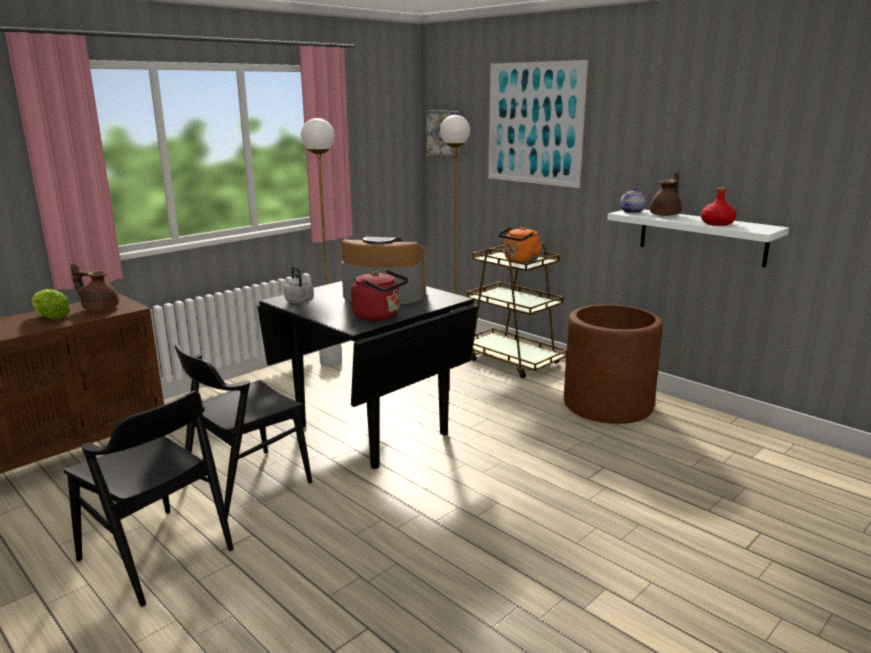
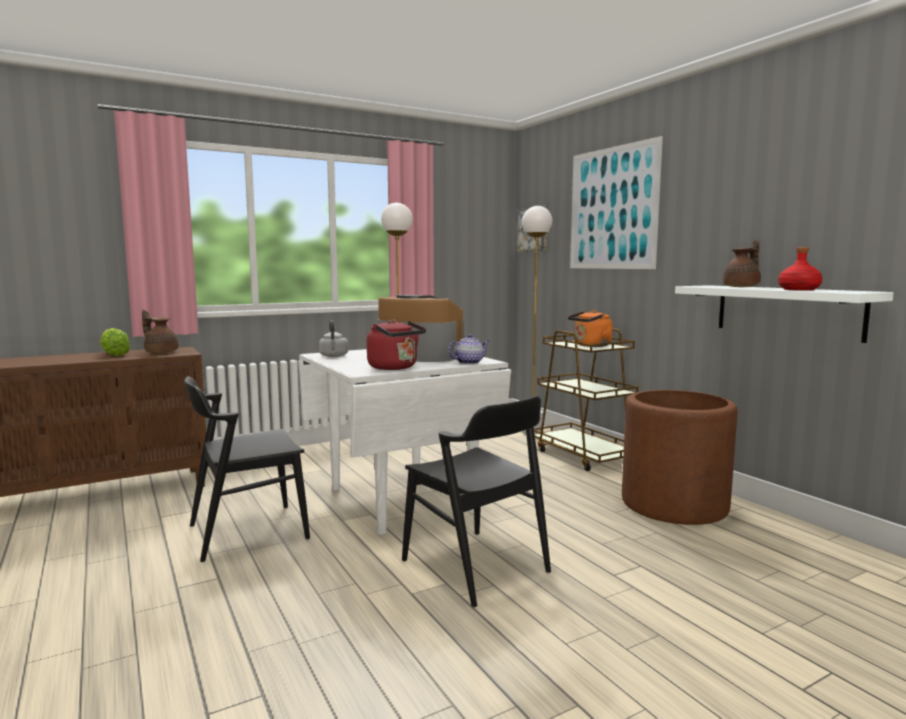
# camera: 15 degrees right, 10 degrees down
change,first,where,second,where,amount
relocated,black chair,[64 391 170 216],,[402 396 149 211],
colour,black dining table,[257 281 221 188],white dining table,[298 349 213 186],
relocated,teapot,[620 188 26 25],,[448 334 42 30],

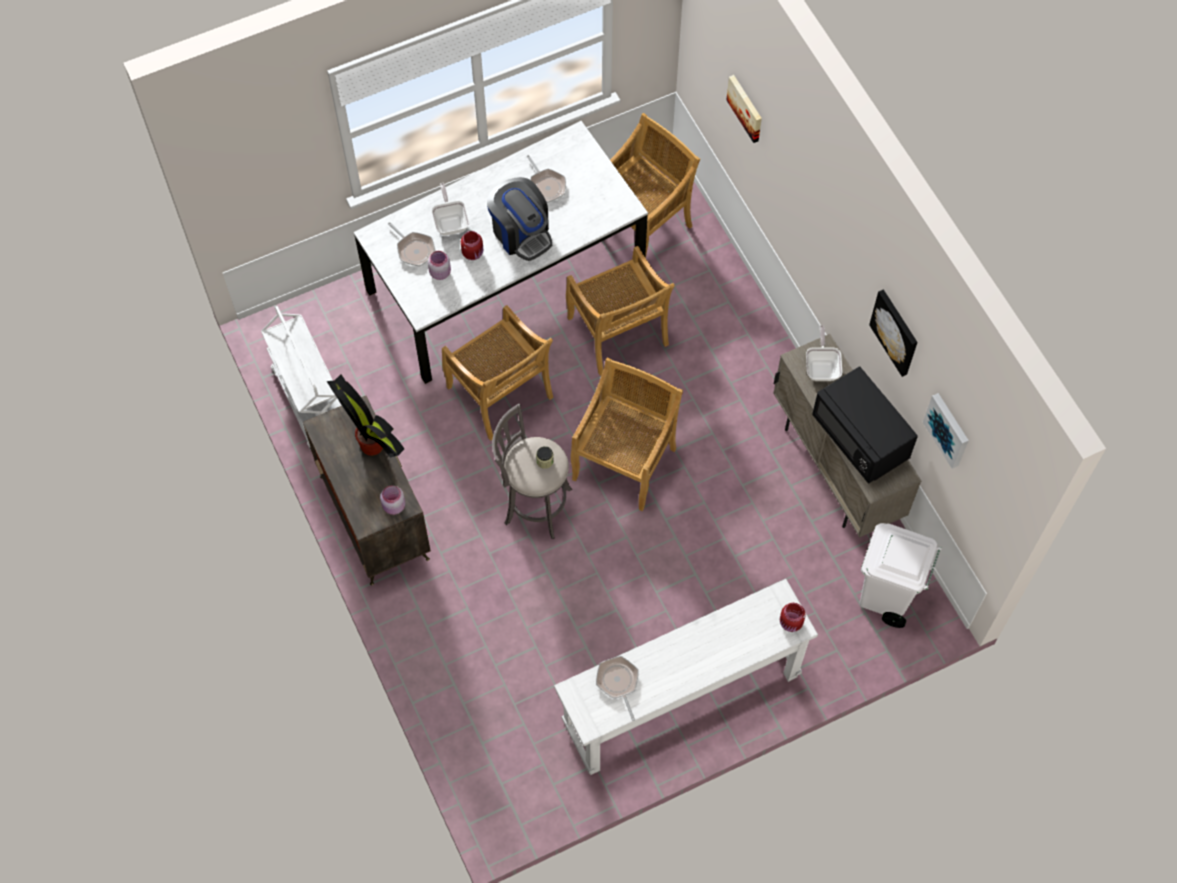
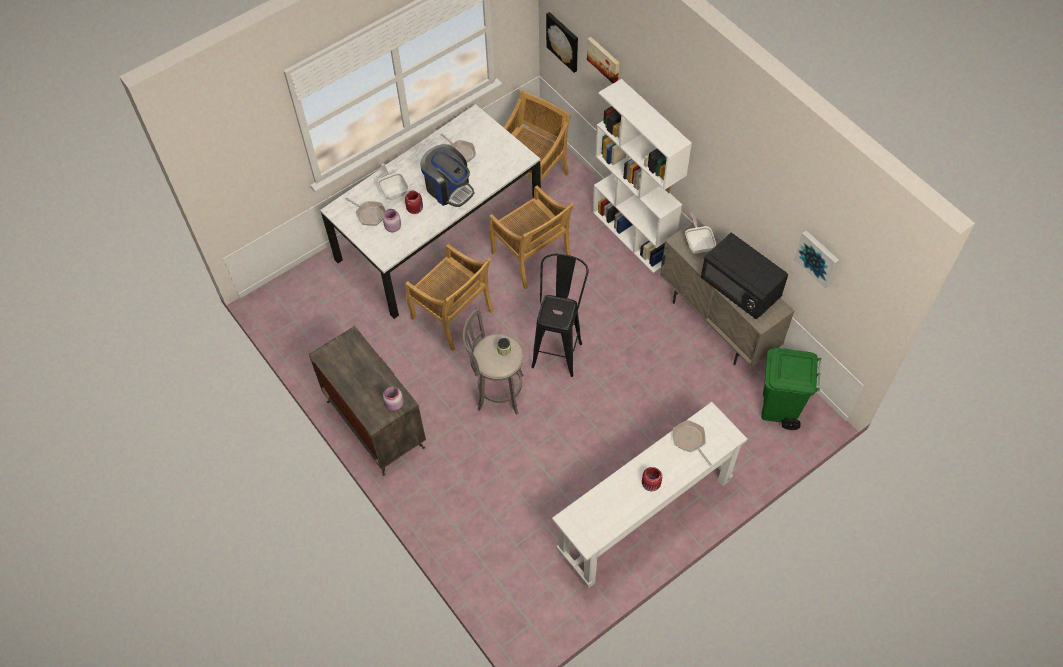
# camera: 10 degrees left, 5 degrees down
change,first,where,second,where,amount
missing,white cart,[261 306 80 144],,,
missing,potted plant,[326 375 78 83],,,
exchanged,beige chair,[571 357 112 154],black stool,[531 254 58 123],
relocated,frying pan,[596 656 43 65],,[673 420 39 46],
relocated,red jar,[780 603 26 29],,[642 467 20 24],
colour,white trash can,[860 523 82 105],green trash can,[761 348 60 82],
relocated,picture,[869 289 48 88],,[546 12 32 61],
appeared,,,white bookcase,[593 79 99 194],

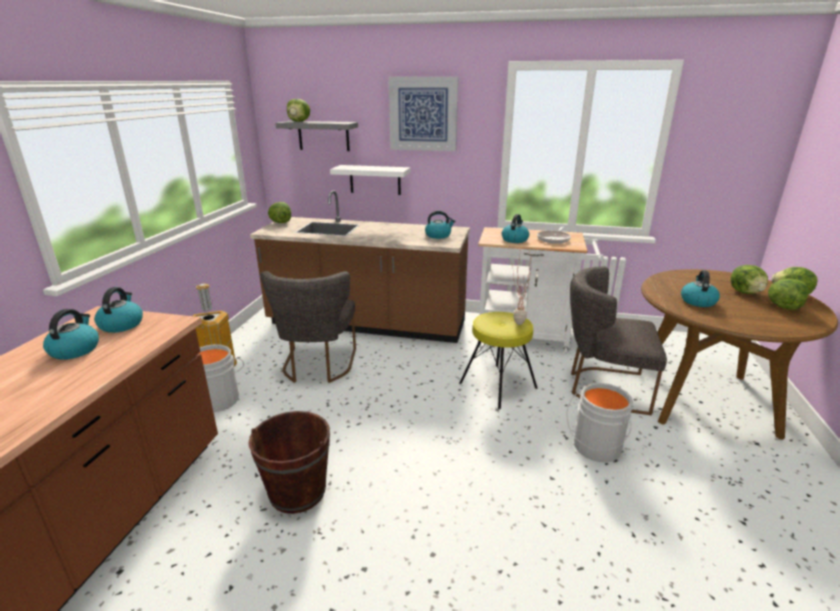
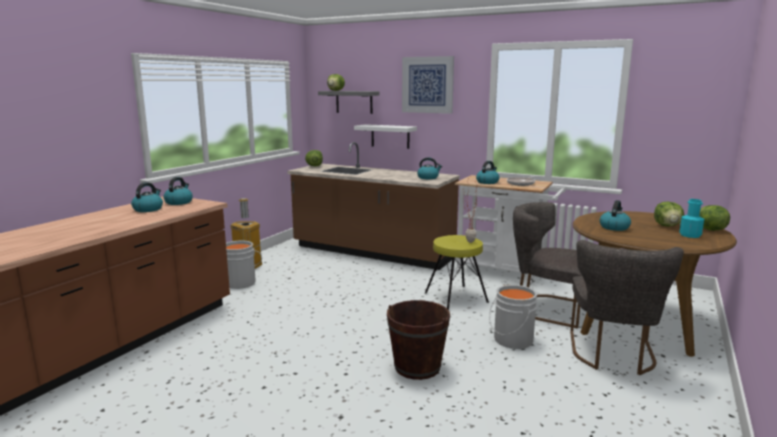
# camera: 15 degrees right, 10 degrees down
change,first,where,second,where,amount
relocated,brown bucket,[248 411 82 103],,[387 300 63 80],
relocated,grey chair,[260 271 96 112],,[570 240 114 135],
exchanged,lettuce,[768 278 41 32],turquoise bottle,[679 199 25 39],

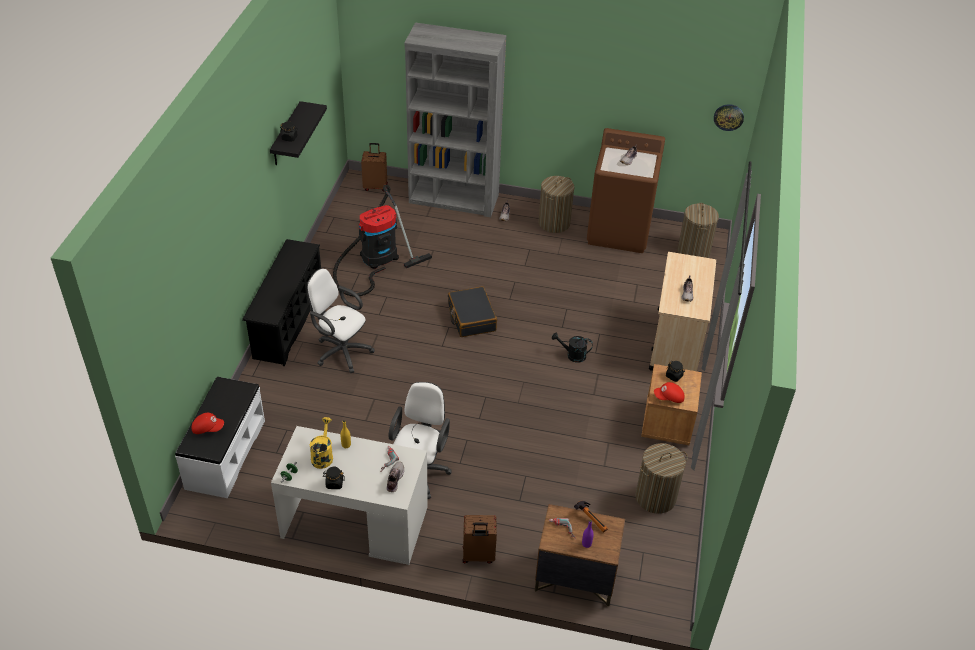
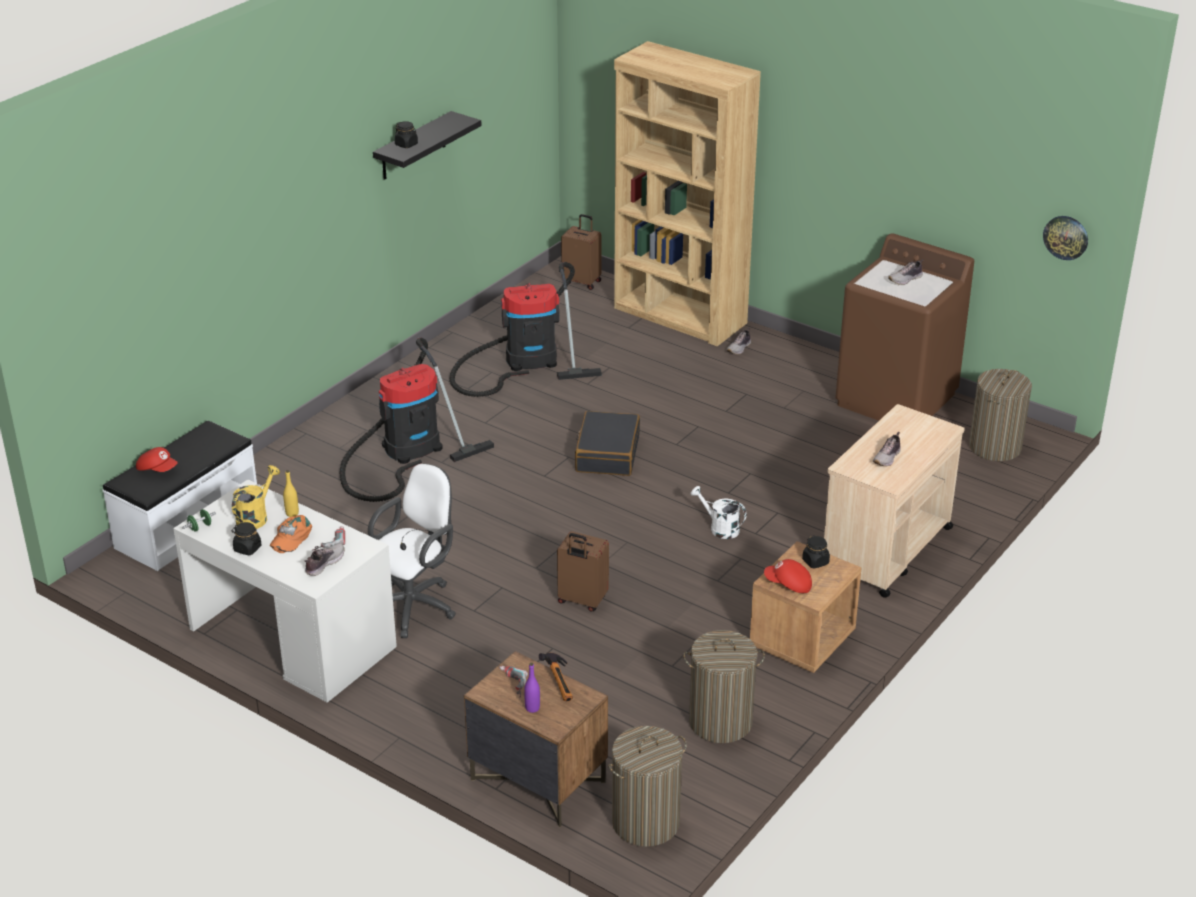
# camera: 25 degrees right, 10 degrees down
change,first,where,second,where,amount
missing,black shoe rack,[242 239 79 127],,,
exchanged,white office chair,[307 268 68 105],vacuum cleaner,[339 338 155 164],
colour,grey bookcase,[405 22 101 195],brown bookcase,[614 41 147 306],
relocated,brown suitcase,[462 515 35 49],,[557 531 52 81],
relocated,laundry basket,[538 176 37 57],,[608 726 79 121],
colour,black watering can,[552 333 41 30],white watering can,[691 486 56 53],
appeared,,,orange cap,[270 515 42 38],

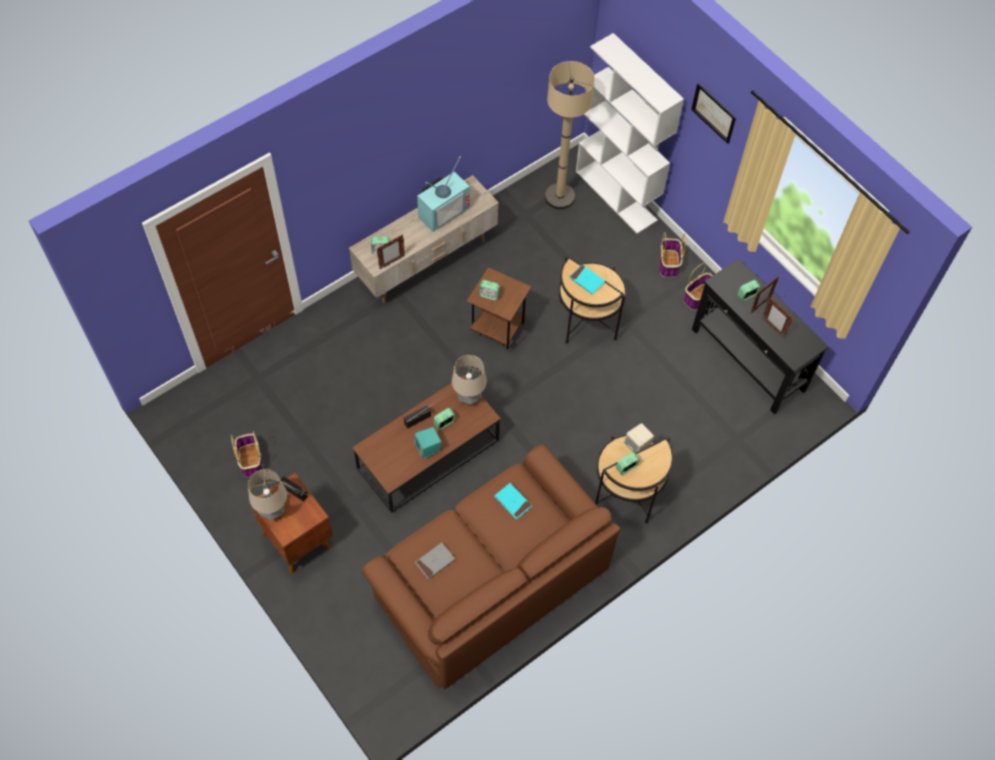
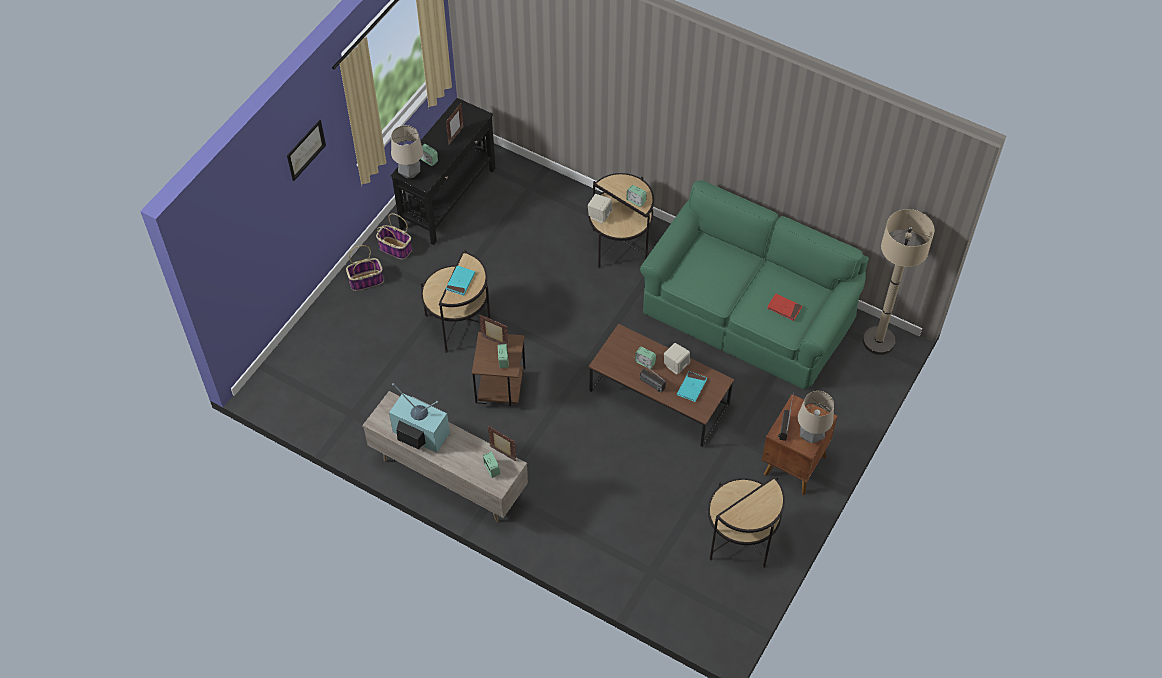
# camera: 110 degrees left, 5 degrees down
change,first,where,second,where,amount
exchanged,basket,[231 431 31 46],side table,[708 476 77 92],
colour,brown sofa,[362 444 258 245],green sofa,[640 180 229 210],
colour,turquoise speaker,[414 427 27 31],beige speaker,[664 343 26 32],
colour,grey book,[415 543 40 37],red book,[767 293 35 28],
relocated,table lamp,[452 355 35 50],,[391 125 32 53],
relocated,turquoise book,[494 483 38 37],,[677 371 30 31],
relocated,beige floor lamp,[545 61 50 149],,[863 209 71 146],
missing,white bookcase,[576 33 108 201],,,
relocated,picture frame,[750 276 29 37],,[479 314 29 33],

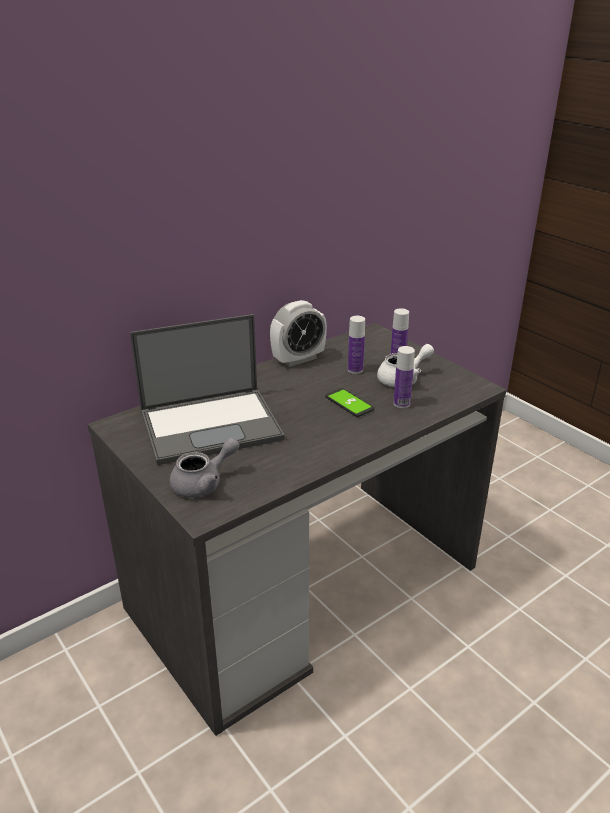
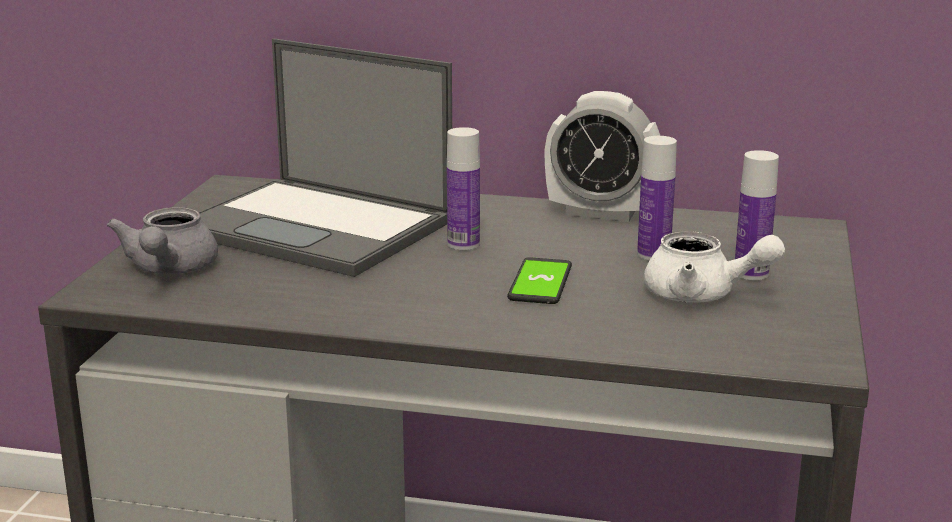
# camera: 50 degrees right, 10 degrees down
change,first,where,second,where,amount
spun,grey teapot,[169 438 71 60],,[107 207 111 67],75 degrees clockwise
relocated,bottle,[393 346 22 62],,[447 127 33 123],

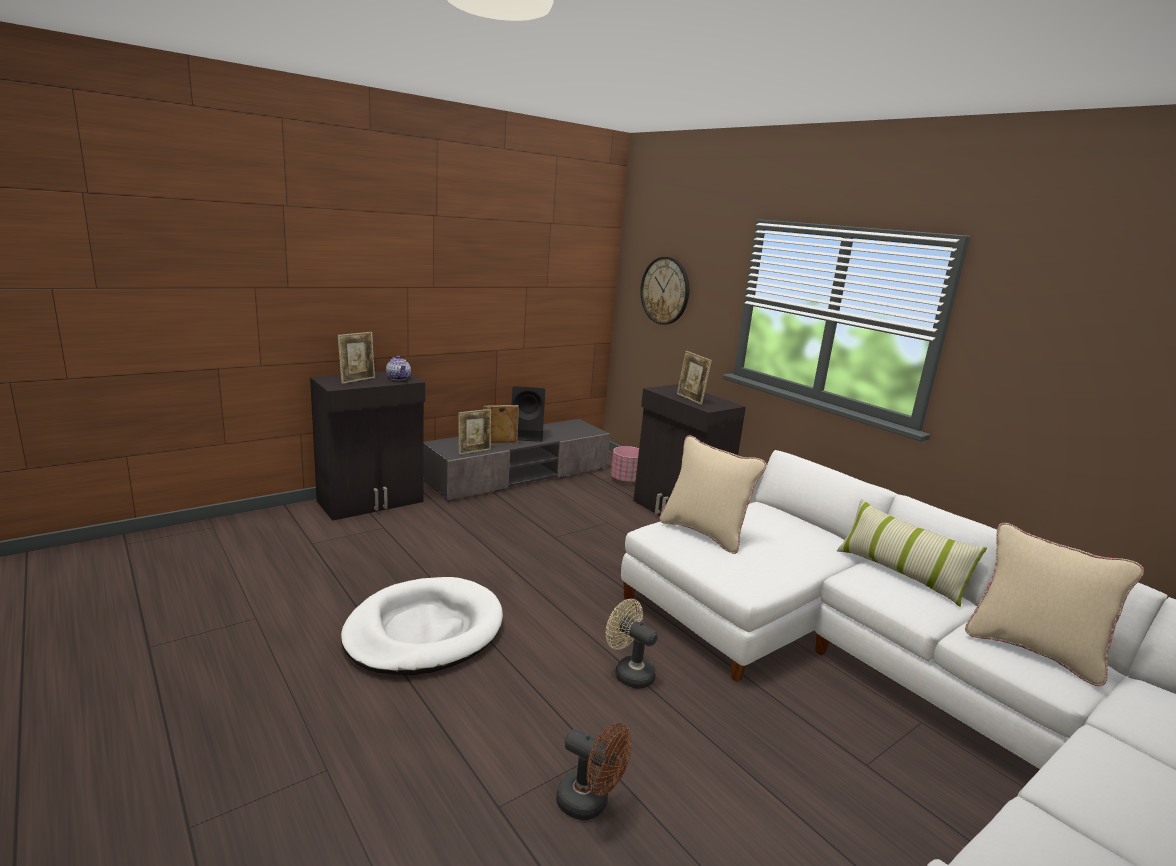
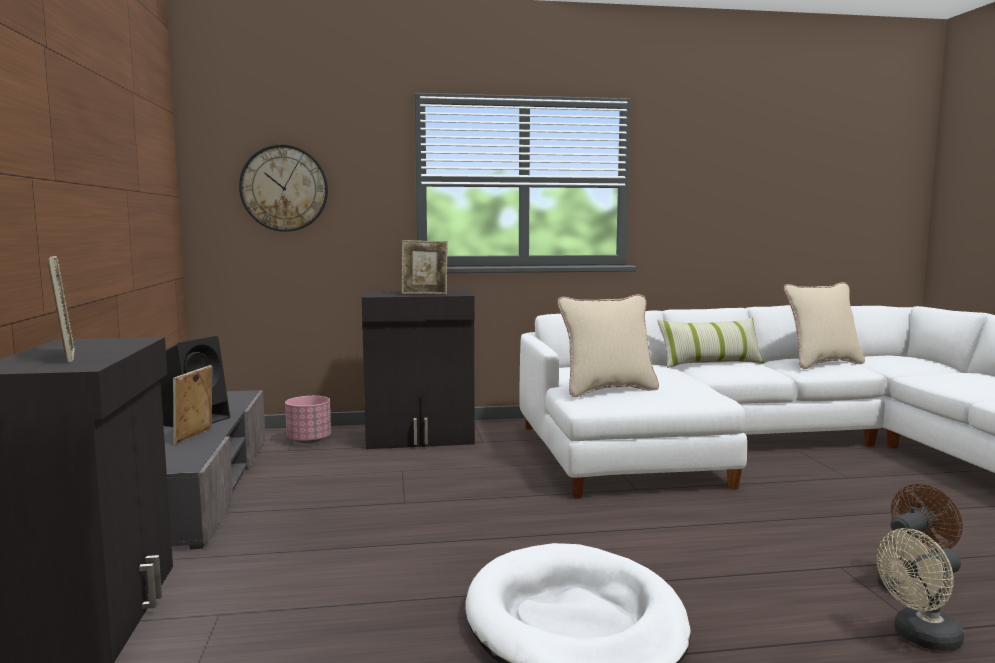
# camera: 60 degrees left, 10 degrees down
change,first,where,second,where,amount
missing,teapot,[386 356 25 25],,,
missing,picture frame,[458 409 33 46],,,
relocated,beige fan,[605 599 53 90],,[877 528 87 123],

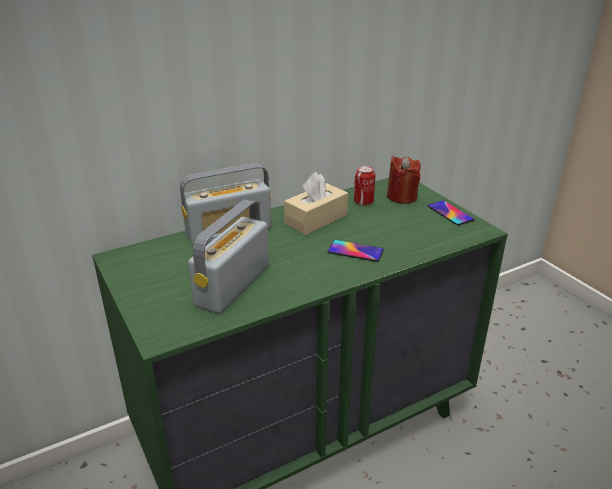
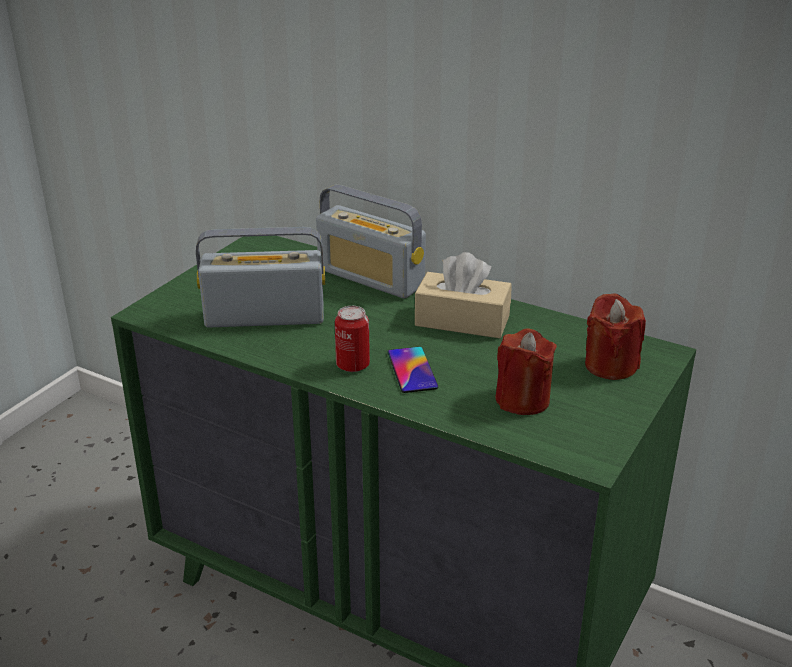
# camera: 60 degrees right, 0 degrees up
change,first,where,second,where,amount
relocated,can,[354 165 21 41],,[335 306 35 66],
missing,phone,[427 200 48 25],,,
appeared,,,red candle,[495 328 62 87],

